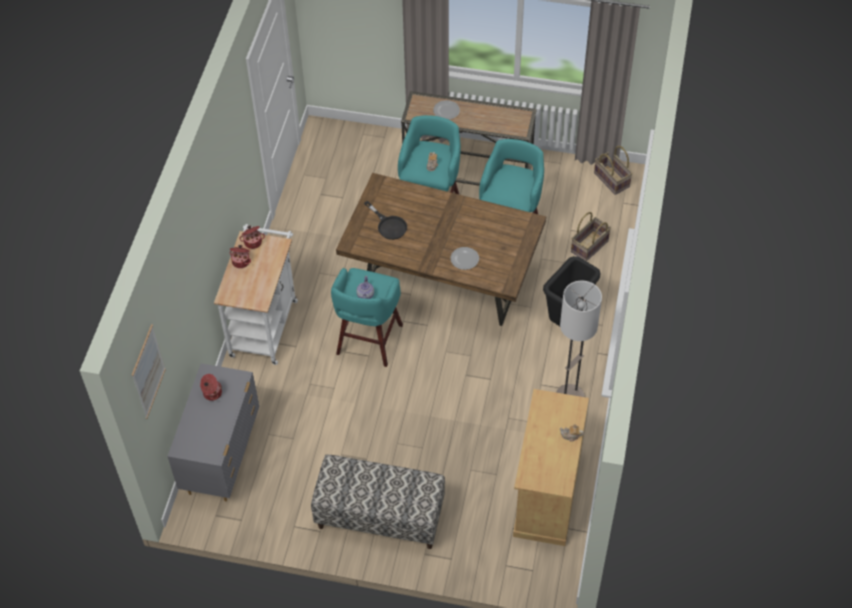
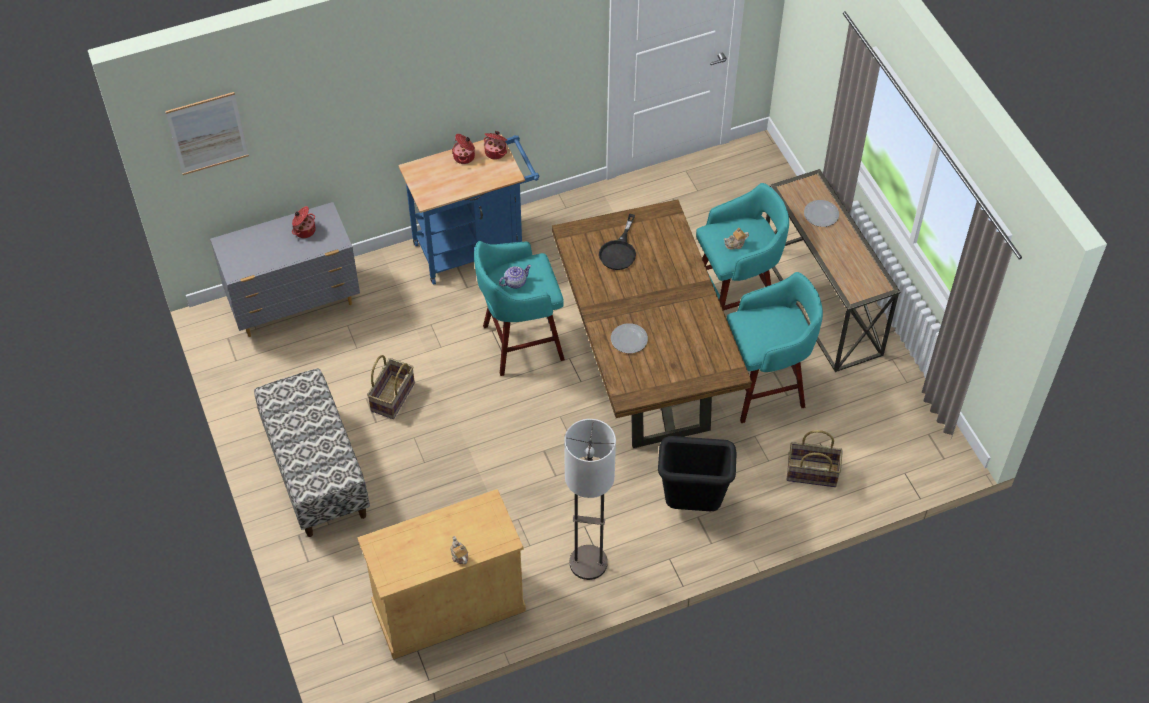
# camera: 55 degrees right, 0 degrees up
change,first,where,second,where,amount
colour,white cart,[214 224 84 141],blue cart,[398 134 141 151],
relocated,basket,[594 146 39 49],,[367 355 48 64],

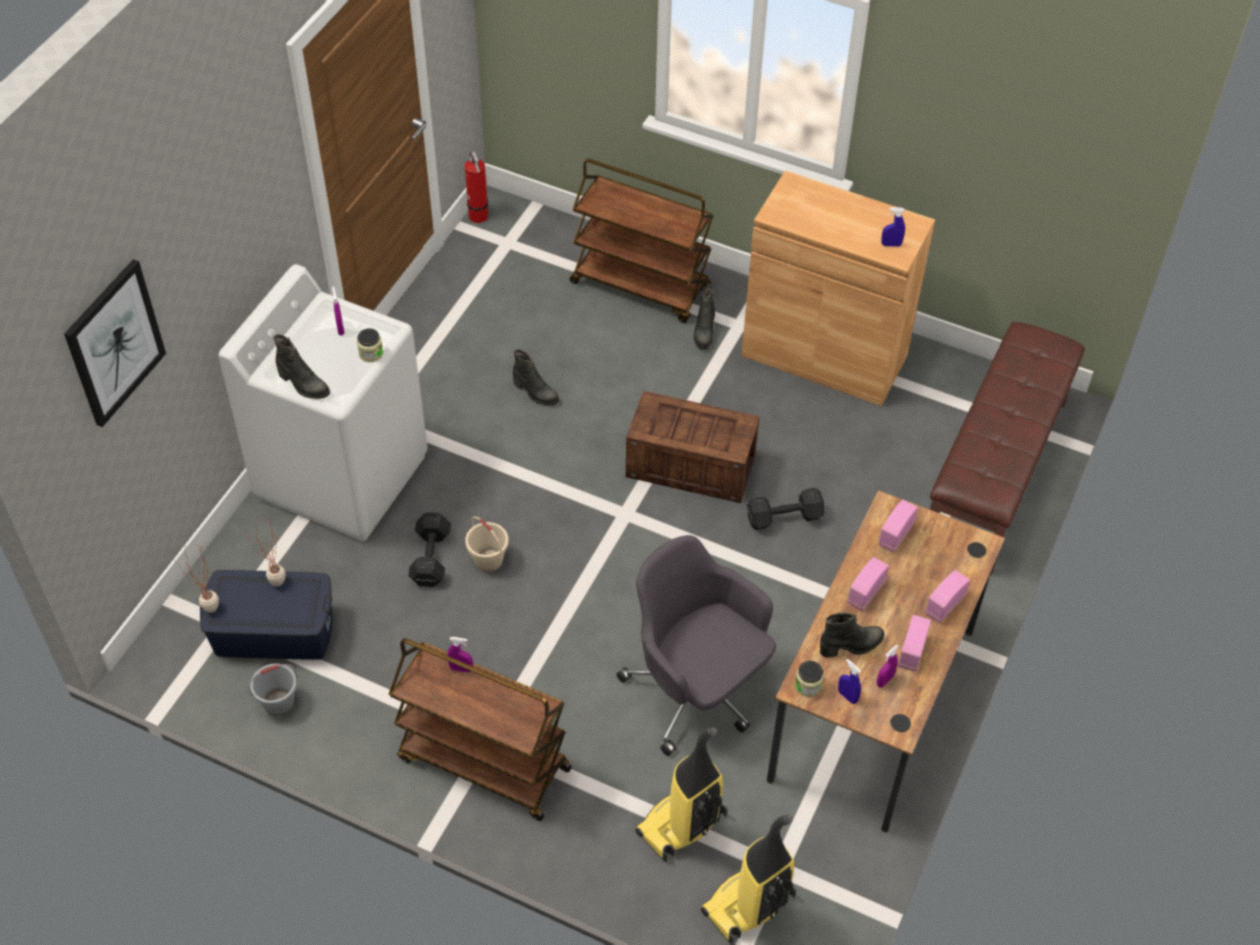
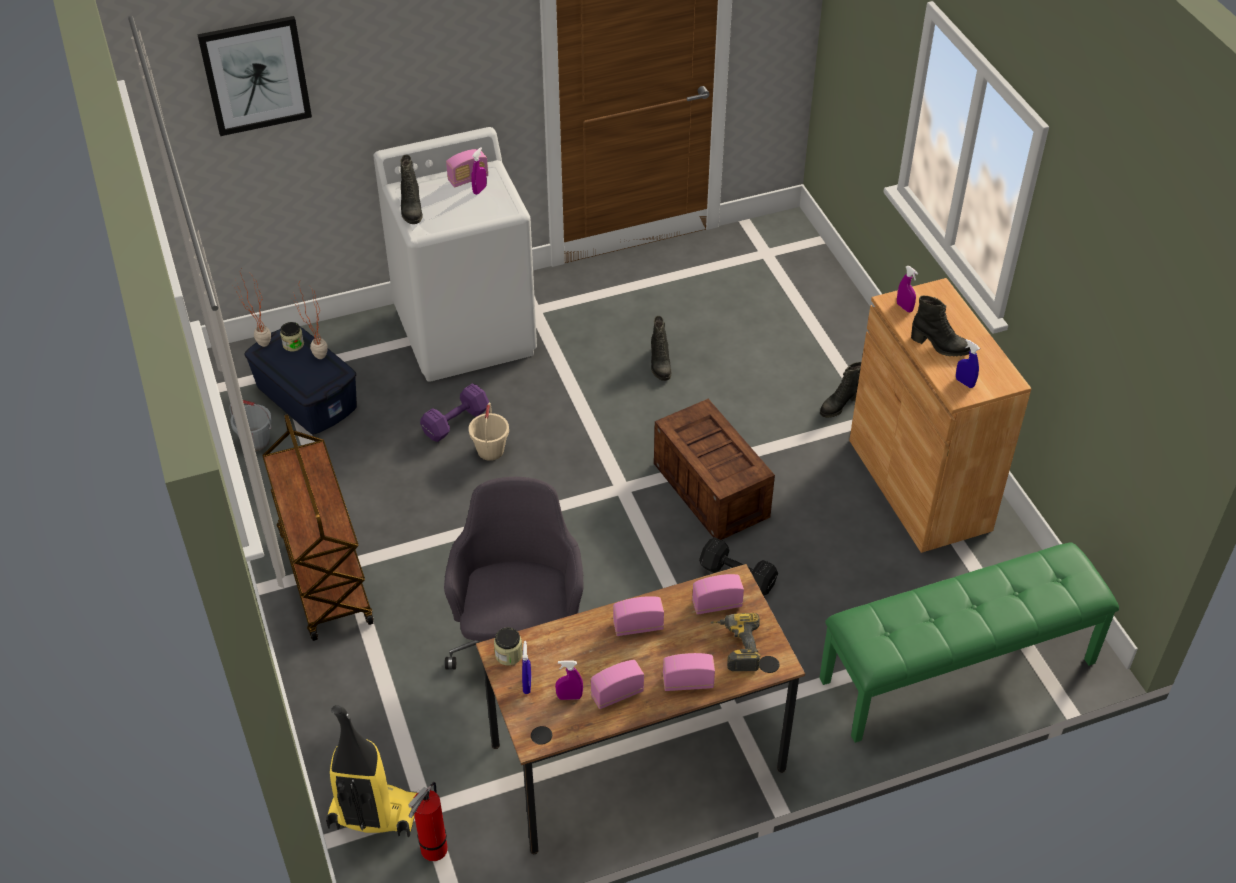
# camera: 45 degrees right, 5 degrees down
change,first,where,second,where,amount
relocated,jar,[357 328 26 34],,[280 322 24 30],
colour,black dumbbell,[408 513 43 74],purple dumbbell,[420 384 69 58],
relocated,purple spray bottle,[447 637 26 36],,[897 266 21 46],
relocated,fire extinguisher,[465 151 23 72],,[408 782 40 79],
missing,brown cart,[570 159 144 164],,,
missing,vacuum cleaner,[635 727 92 135],,,
relocated,black boot,[820 612 65 45],,[911 296 60 61],
colour,brown bench,[930 322 155 254],green bench,[820 542 299 201],
appeared,,,radio,[446 149 42 38],
appeared,,,power drill,[710 613 50 58],

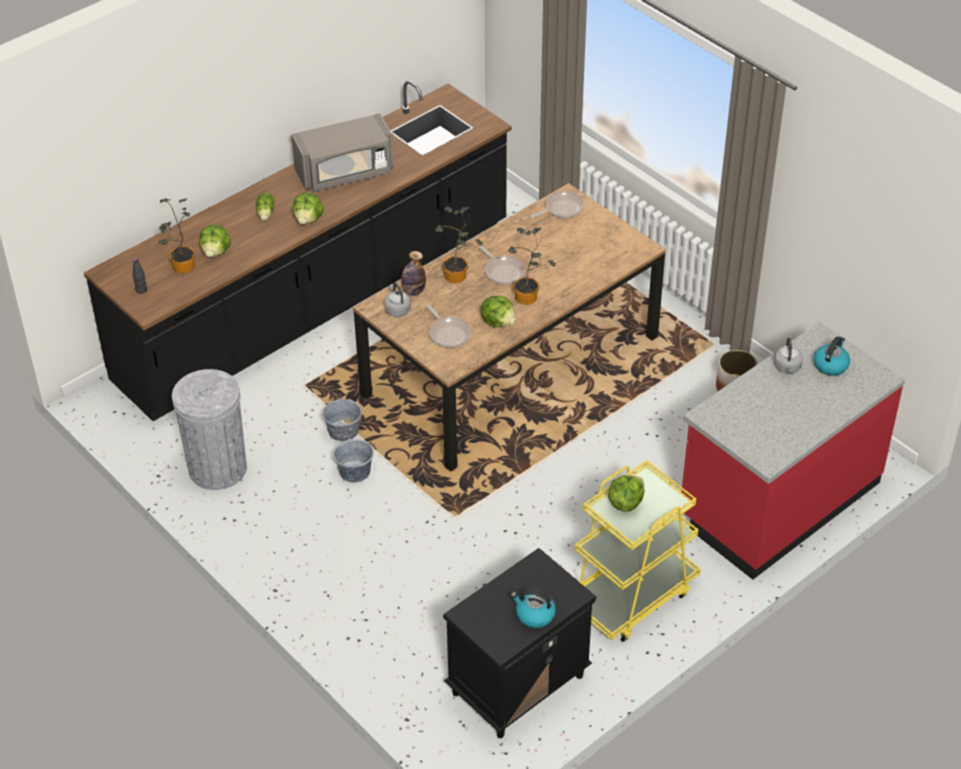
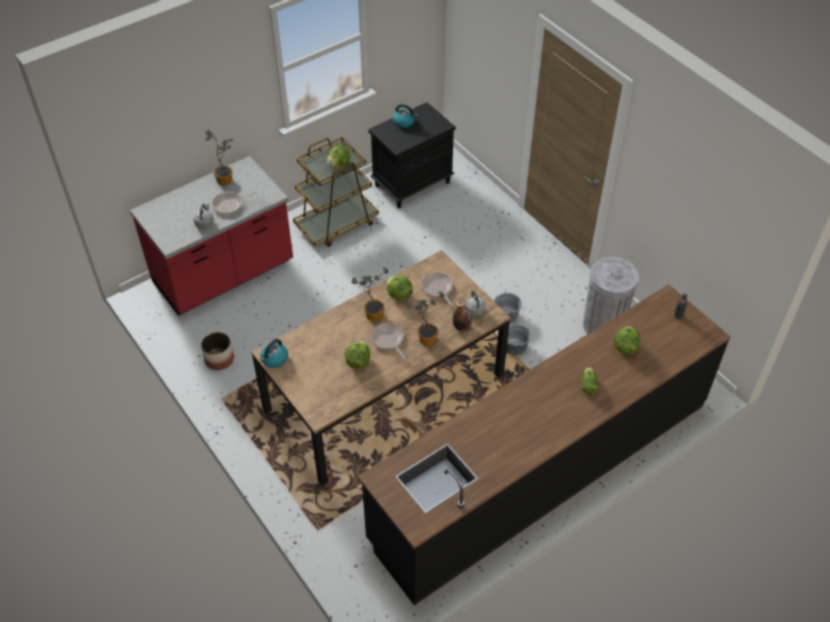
# camera: 175 degrees left, 5 degrees up
change,first,where,second,where,amount
relocated,potted plant,[158 198 37 75],,[206 129 28 56],
missing,grey microwave,[291 113 103 79],,,
relocated,lettuce,[293 192 31 32],,[345 341 25 28],
relocated,frying pan,[530 191 54 27],,[212 192 45 22],
colour,yellow cart,[575 460 126 182],brown cart,[293 137 86 110],
relocated,kettle,[813 336 37 40],,[260 339 28 29],

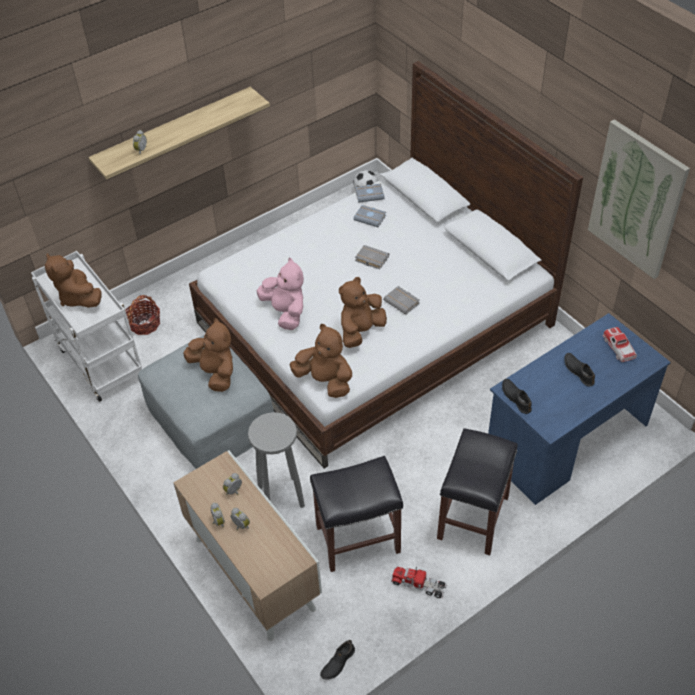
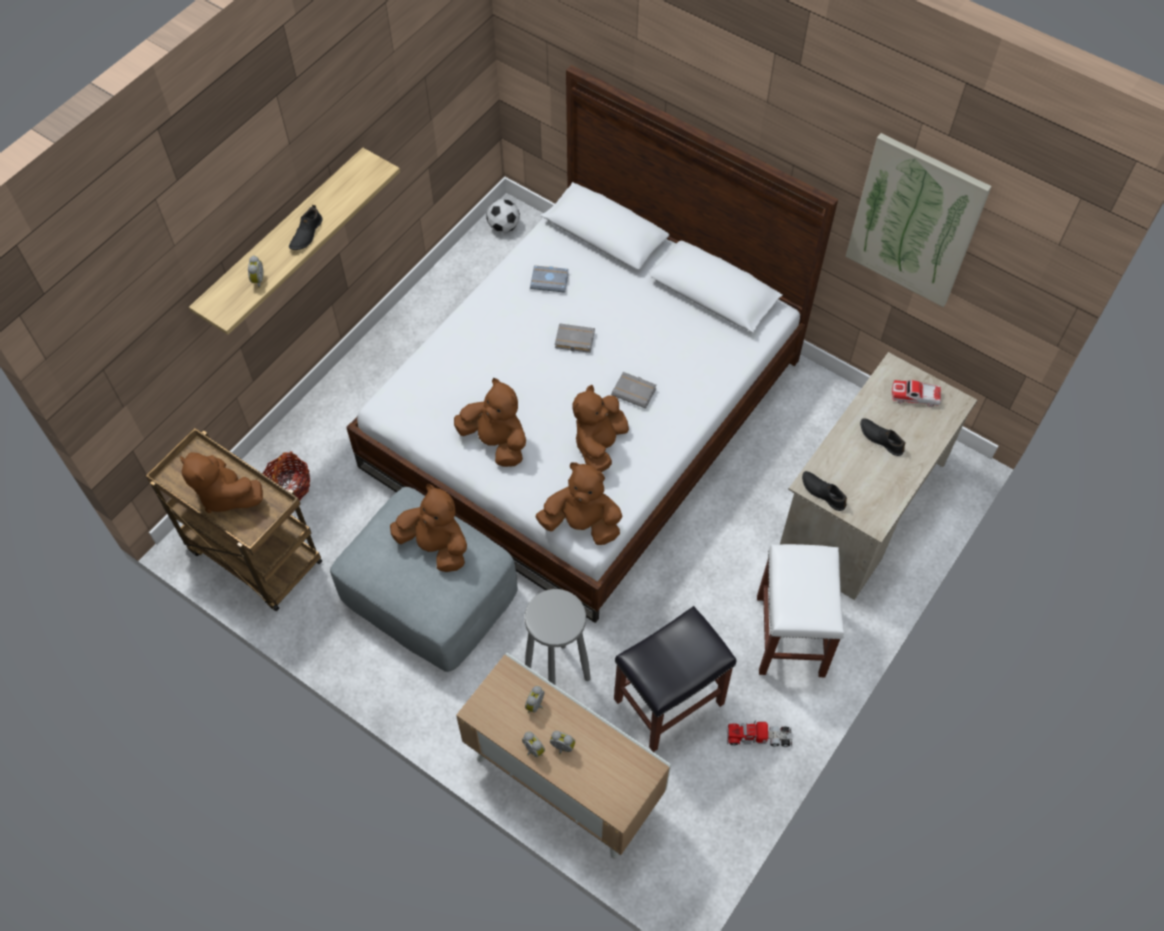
# camera: 20 degrees left, 10 degrees up
change,first,where,second,where,amount
colour,white cart,[31 251 111 151],brown cart,[146 428 176 183],
colour,pink plush toy,[256 257 48 73],brown plush toy,[454 378 72 89],
relocated,black shoe,[320 639 35 40],,[289 205 34 45],
missing,grey book,[355 184 30 19],,,
colour,black stool,[437 428 80 127],white stool,[757 544 87 133],
colour,blue desk,[488 313 183 192],beige desk,[780 352 197 248],
spun,toy car,[603 327 34 35],,[892 380 49 27],45 degrees counterclockwise

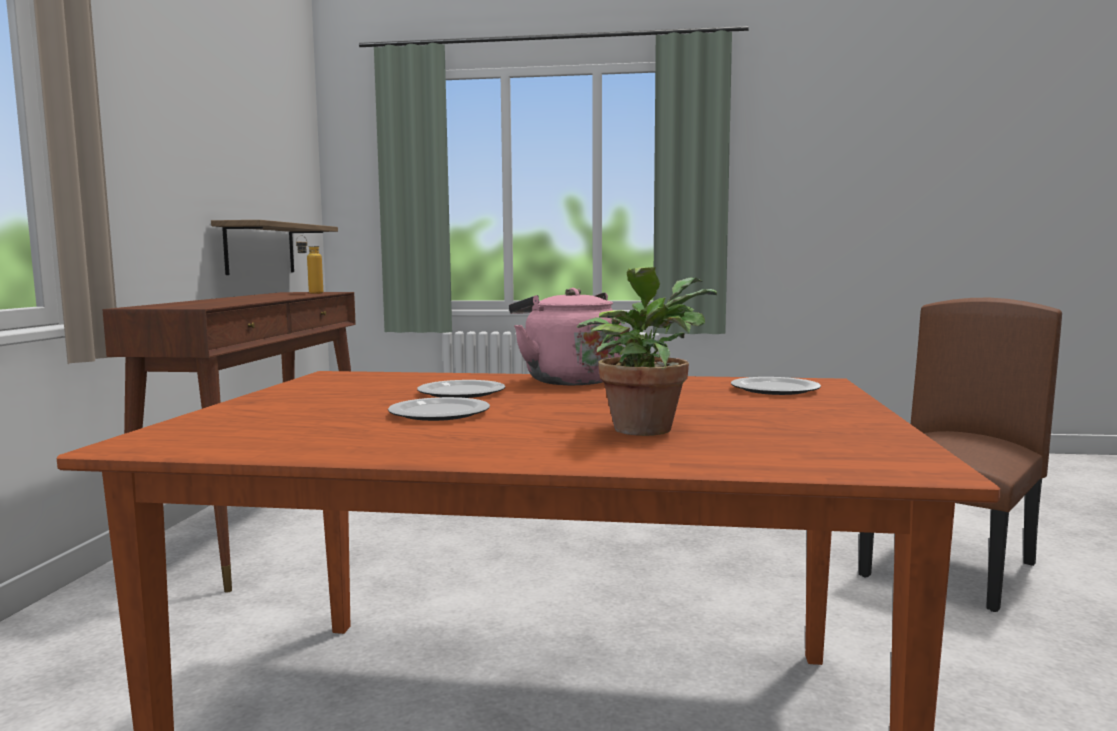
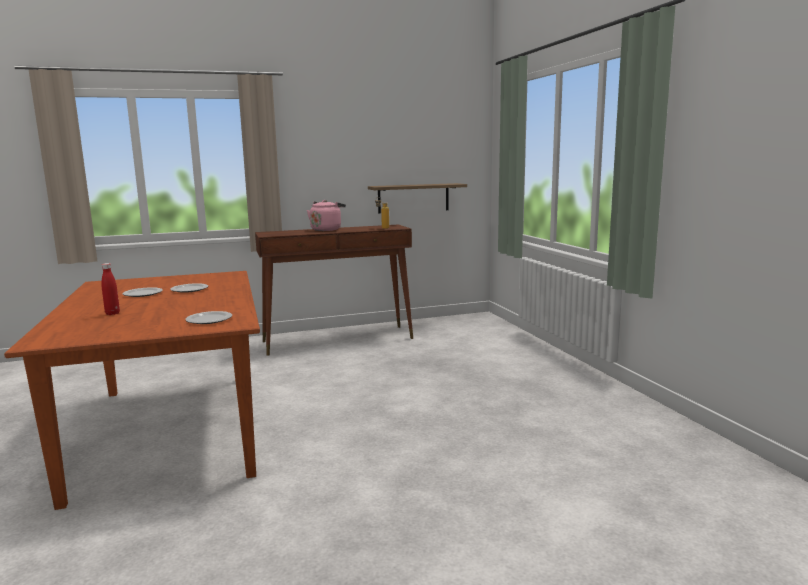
# camera: 65 degrees right, 5 degrees up
change,first,where,second,where,amount
relocated,pink kettle,[509 288 112 97],,[307 200 39 31],
exchanged,potted plant,[577 267 140 169],red bottle,[102 263 18 52],
missing,brown chair,[859 298 203 314],,,

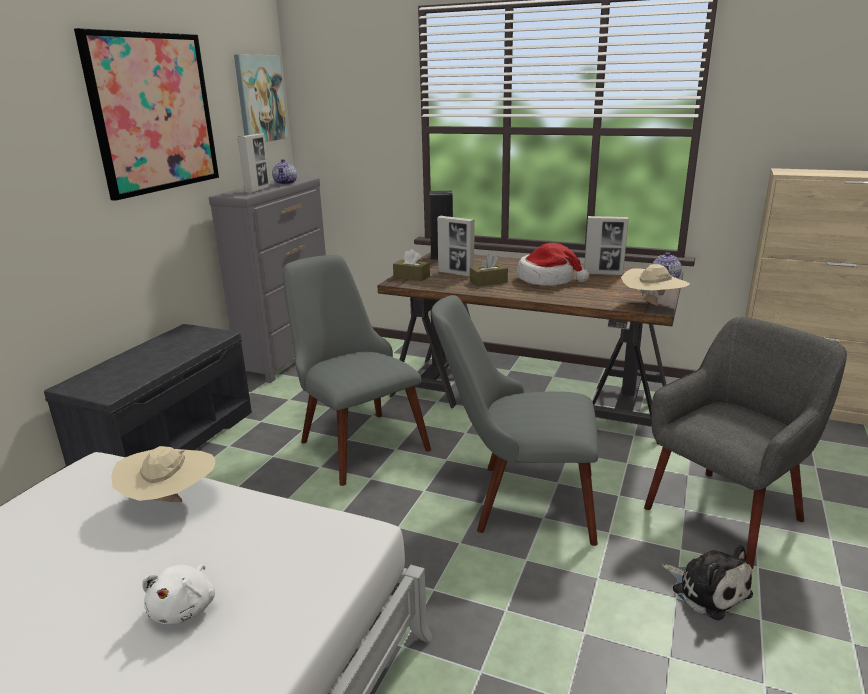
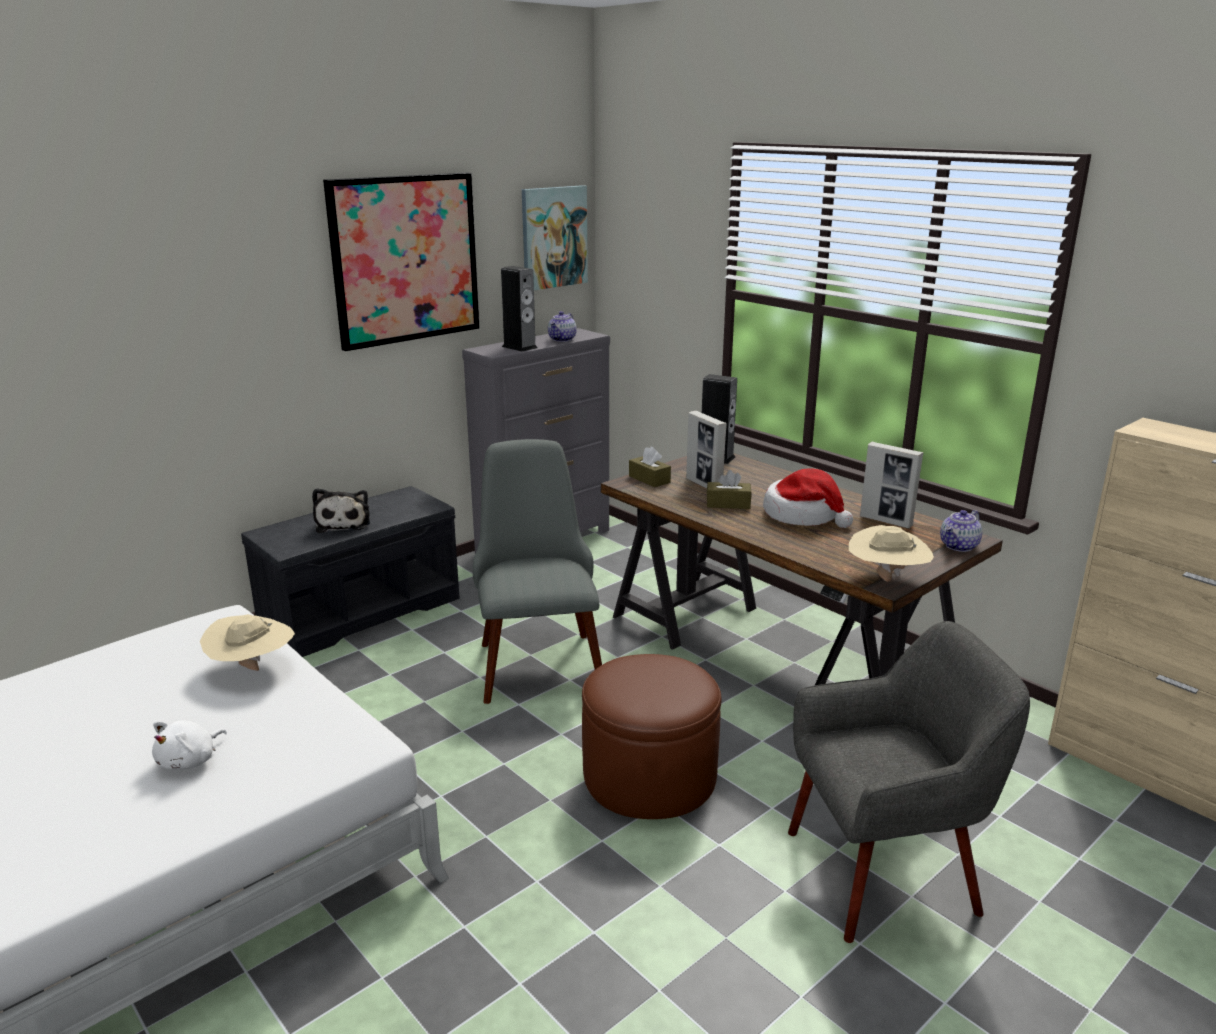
# camera: 25 degrees right, 0 degrees up
change,first,where,second,where,amount
exchanged,picture frame,[237 133 33 60],speaker,[501 266 36 86],
exchanged,grey chair,[431 295 167 251],brown ottoman,[582 654 139 165],
relocated,plush toy,[662 545 91 76],,[312 488 58 45],

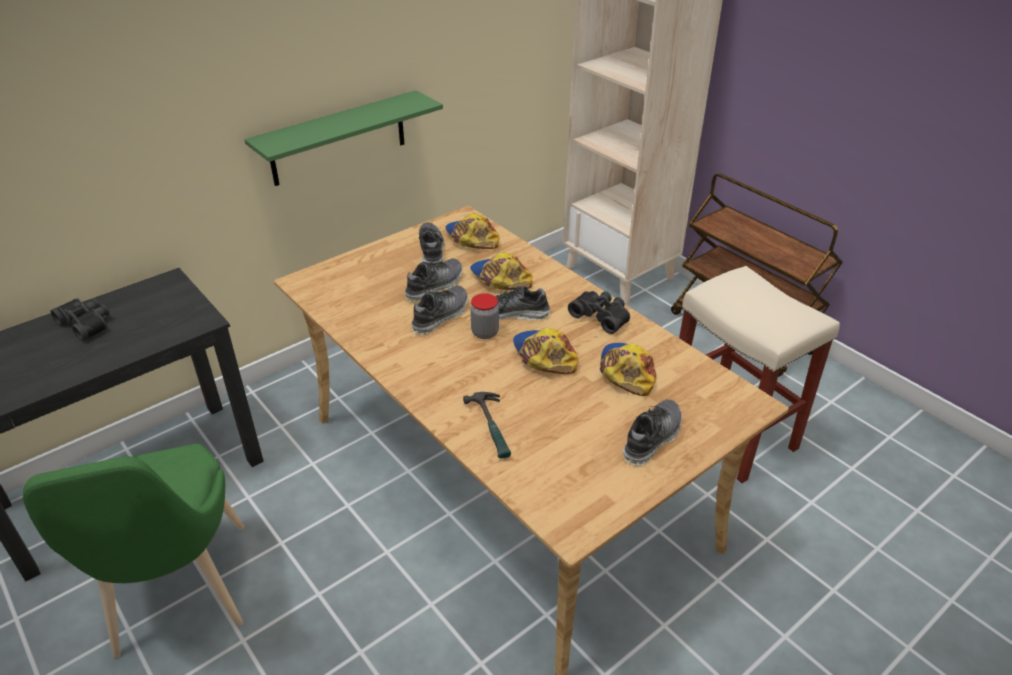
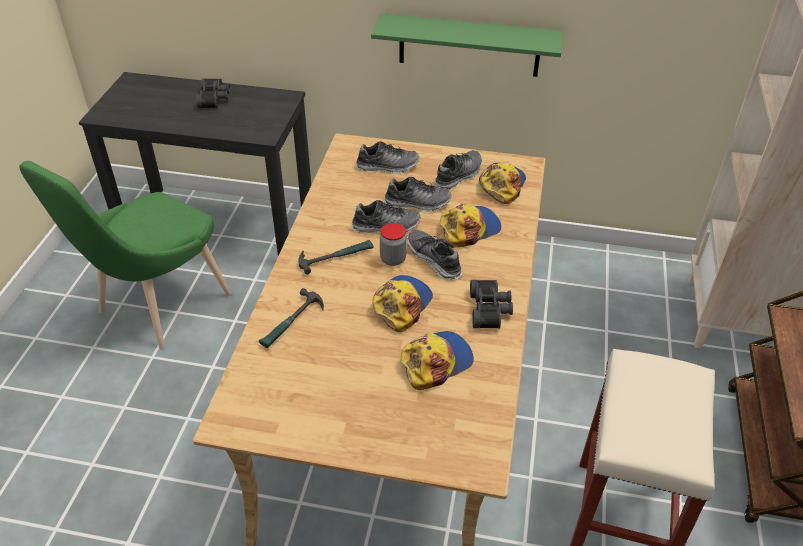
# camera: 50 degrees right, 5 degrees up
change,first,where,second,where,amount
spun,cap,[470 253 62 37],,[440 203 61 44],45 degrees clockwise
relocated,shoe,[623 399 59 67],,[356 141 63 32],
appeared,,,hammer,[298 240 75 35],

